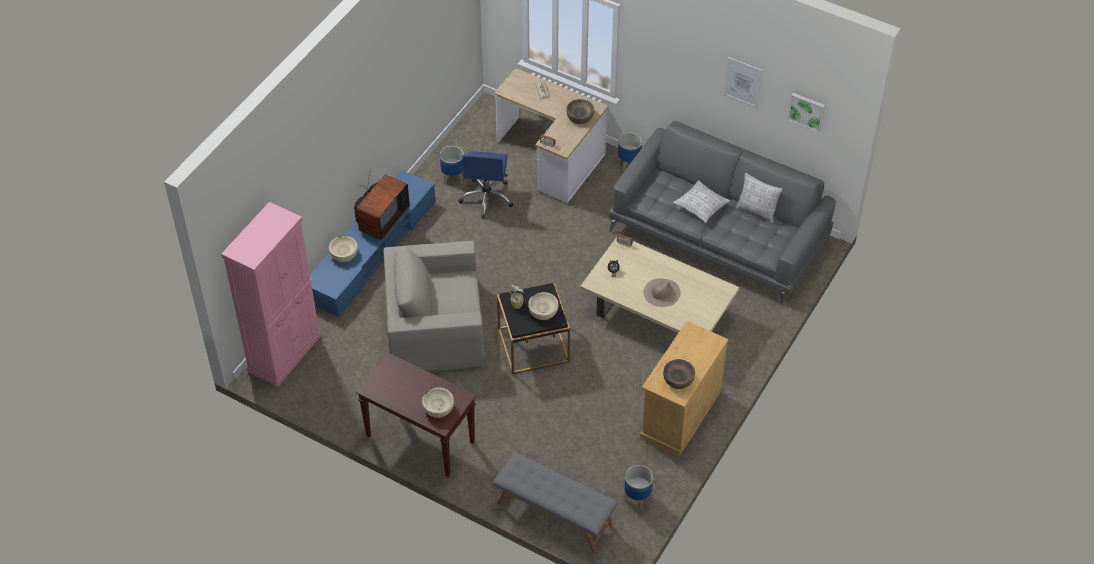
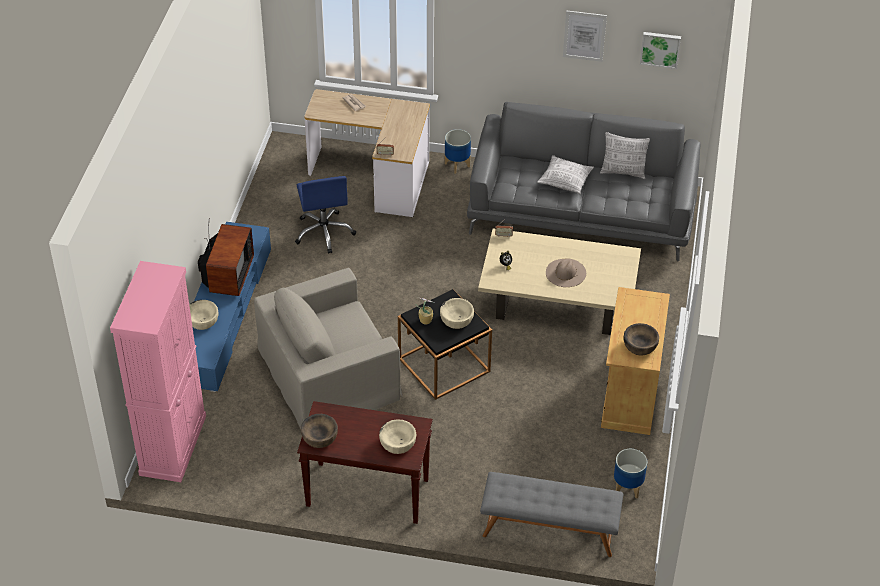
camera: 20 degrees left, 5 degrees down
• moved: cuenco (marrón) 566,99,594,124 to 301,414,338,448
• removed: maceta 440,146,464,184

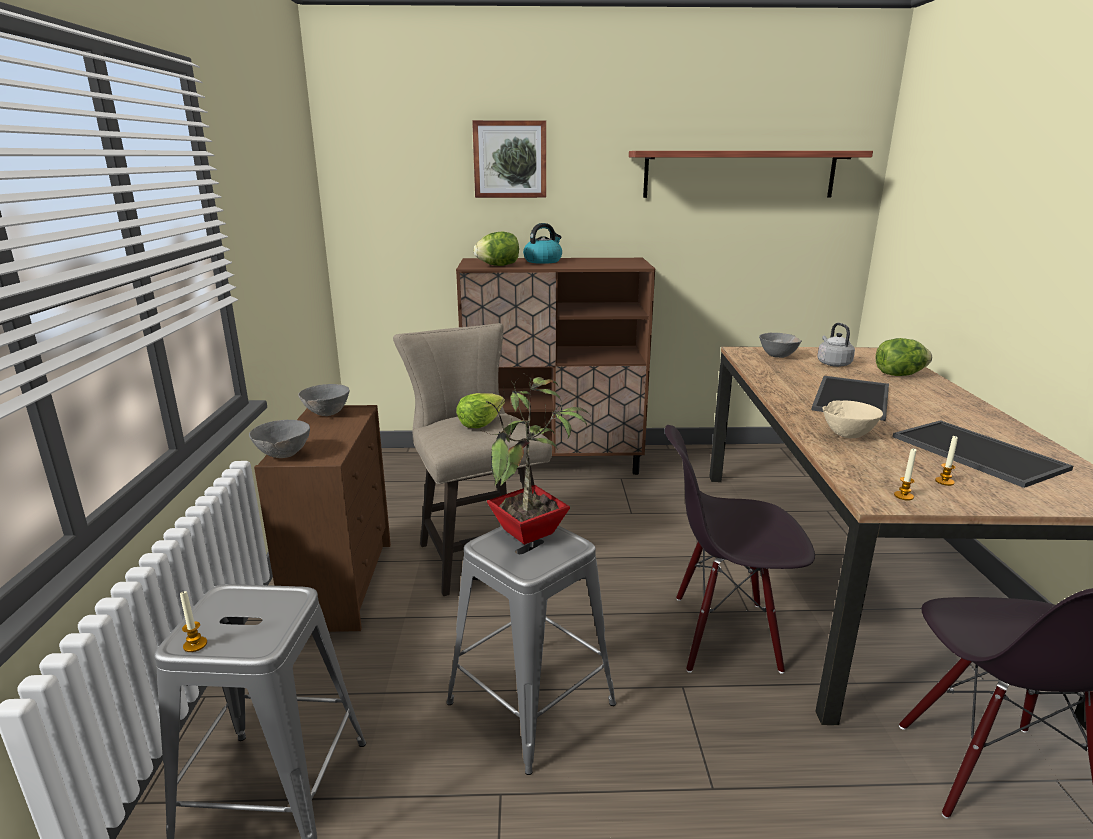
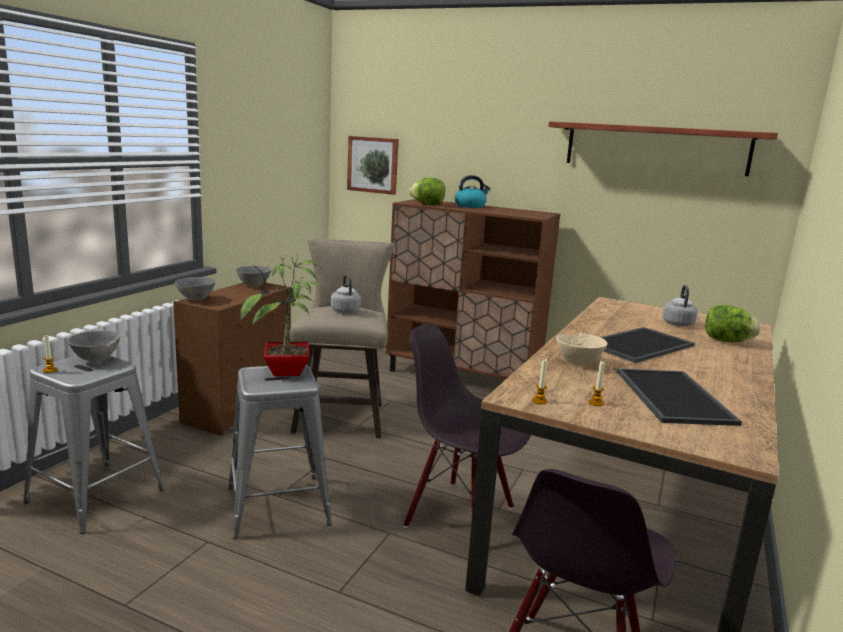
camera: 25 degrees right, 5 degrees down
• moved: cuenco (gris) 759,333,802,358 to 67,331,120,362
• replaced: lechuga 456,393,505,428 to hervidor (gris) 331,275,361,313
• moved: cuadro 472,120,546,198 to 347,136,399,195

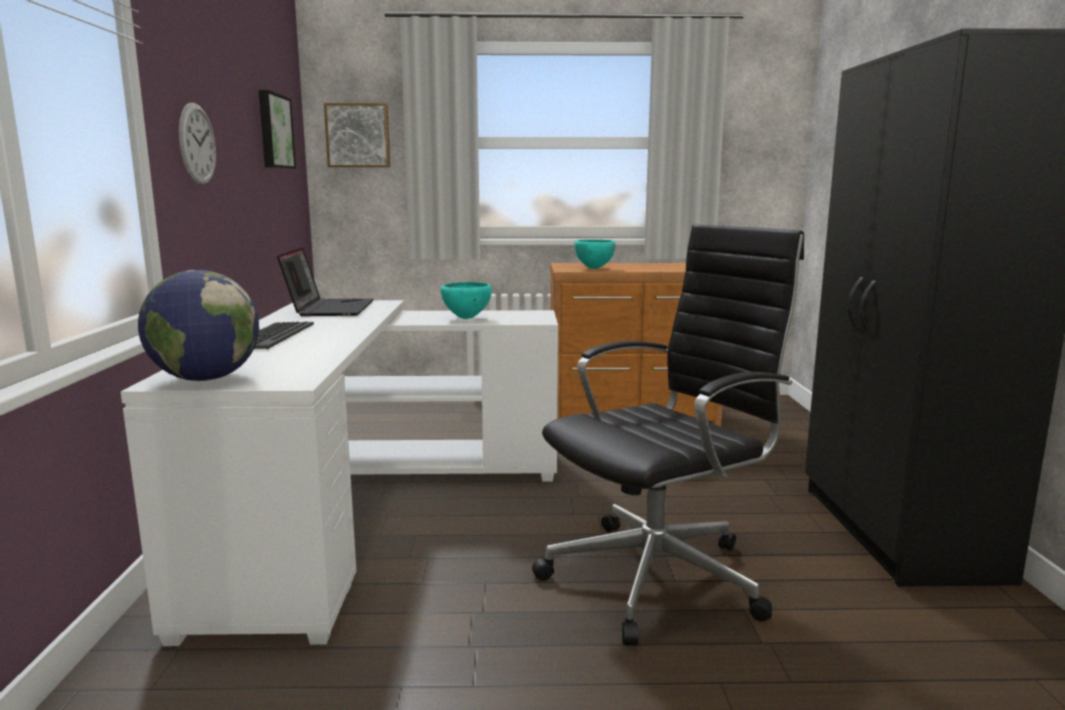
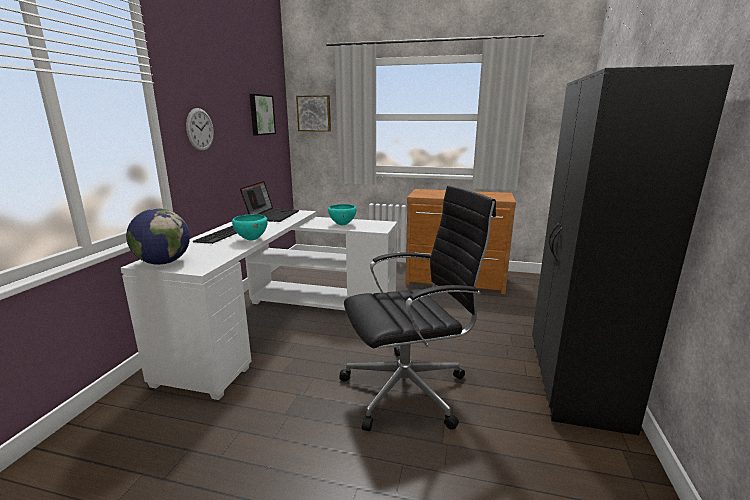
camera: 15 degrees right, 5 degrees up
• moved: cuenco (turquesa) 574,240,616,269 to 232,214,268,240

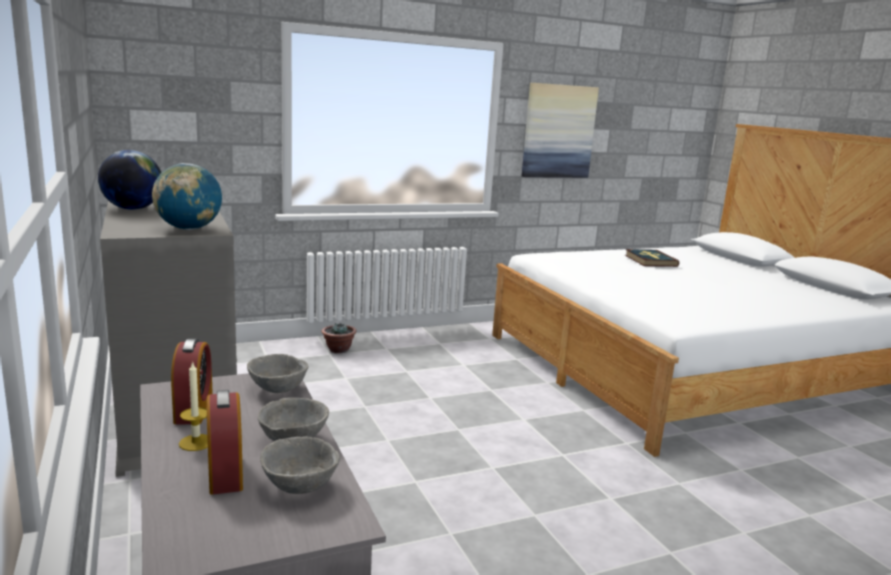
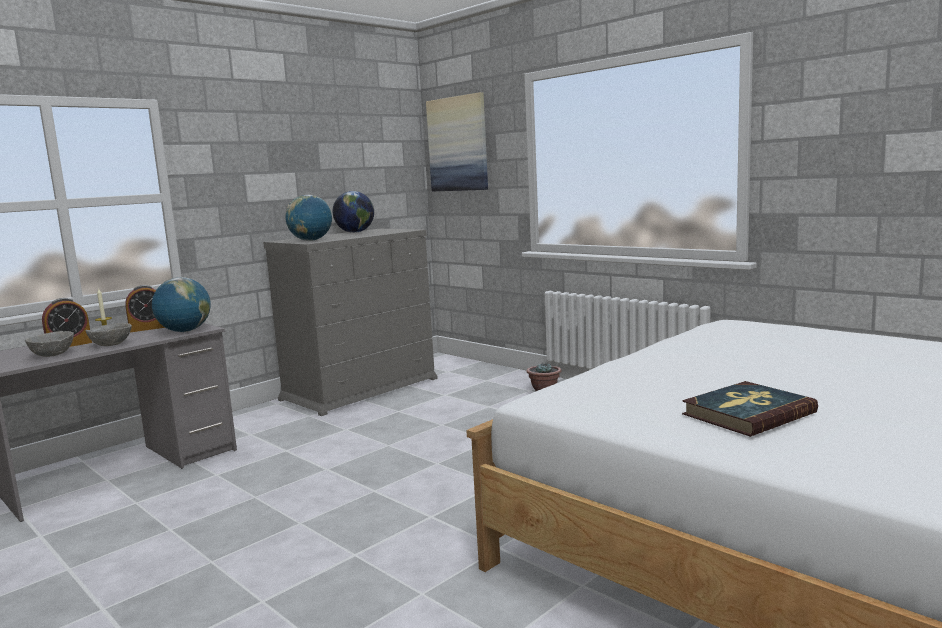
camera: 70 degrees right, 5 degrees down
• replaced: cuenco (gris) 247,354,309,393 to globo terráqueo 152,277,211,332
• moved: cuadro 522,83,599,178 to 426,92,488,192
• moved: libro 625,249,679,267 to 682,381,818,437

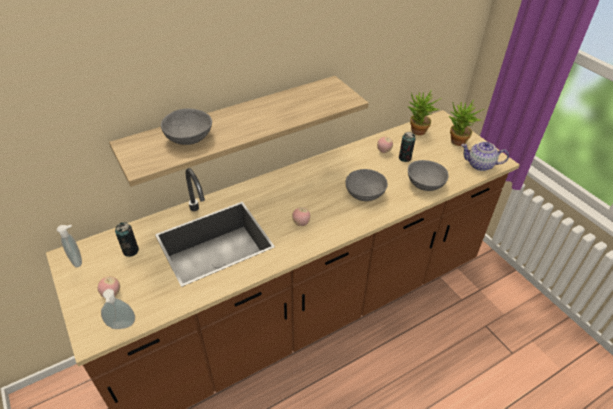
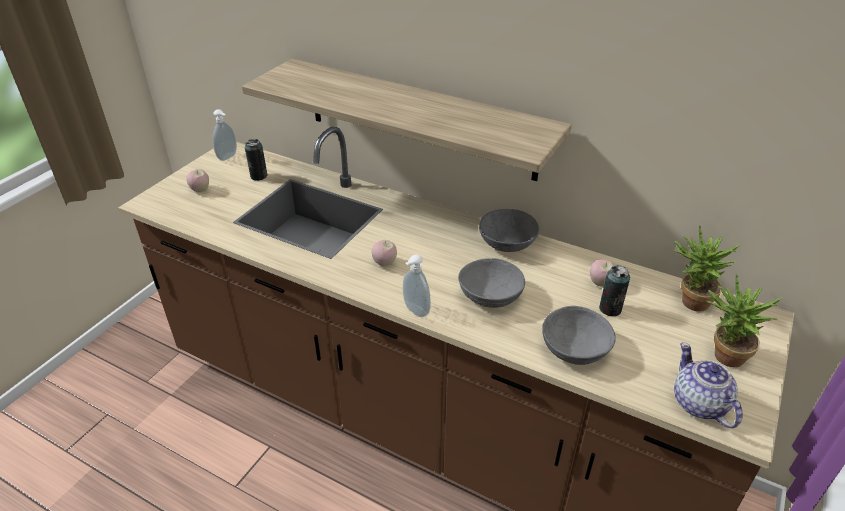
camera: 60 degrees right, 5 degrees down
• moved: dispensador de jabón 101,289,135,329 to 403,255,431,317
• moved: cuenco (gris) 161,108,212,145 to 479,209,539,252

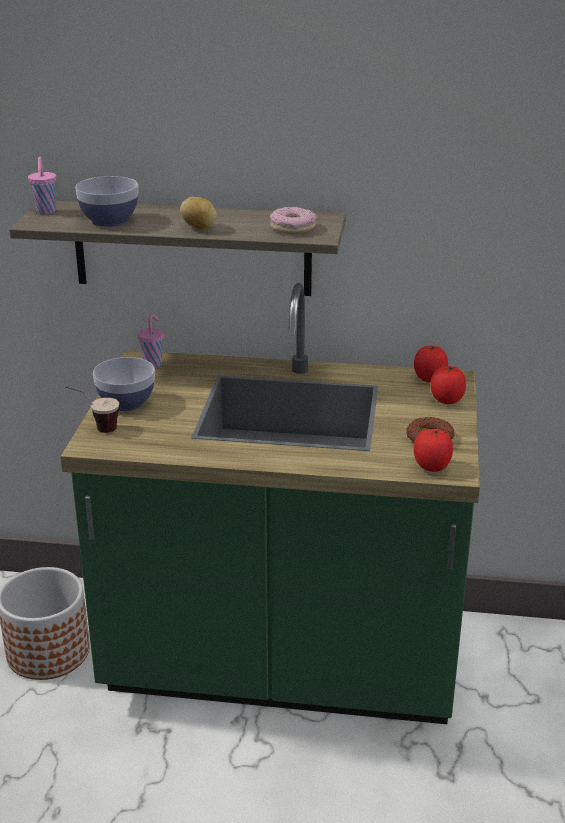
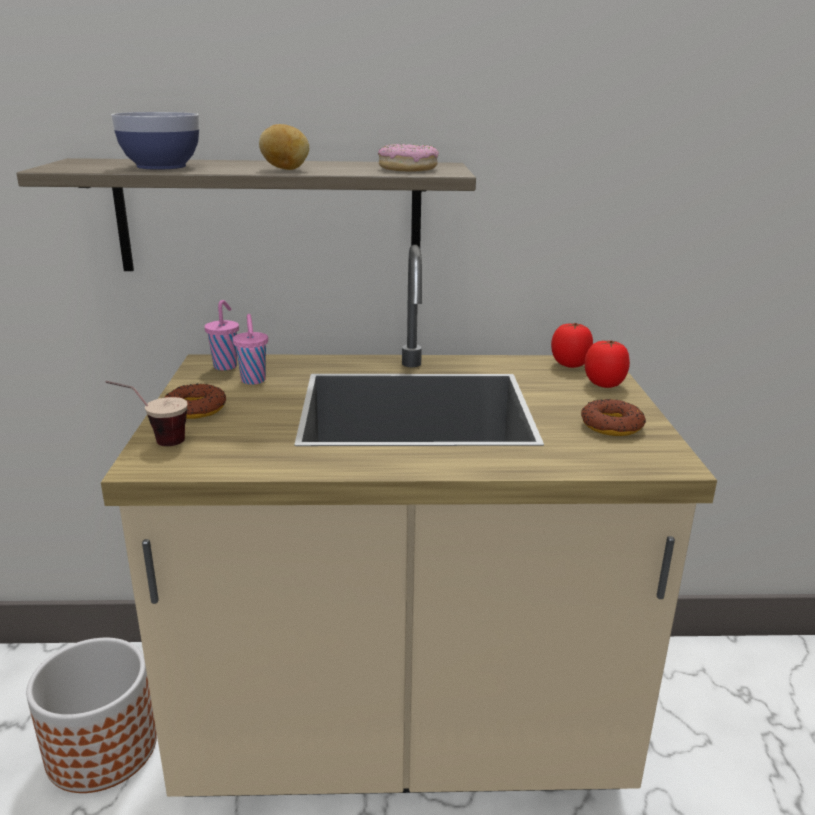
camera: 10 degrees left, 5 degrees down
• recoloured: mueble bajo de cocina (verde) 60,283,480,724 to mueble bajo de cocina (beis) 101,245,717,797
• replaced: cuenco 93,357,155,411 to rosquilla 164,384,226,419
• moved: taza (rosa) 28,157,56,214 to 232,314,268,385
• removed: tomate 413,429,453,472

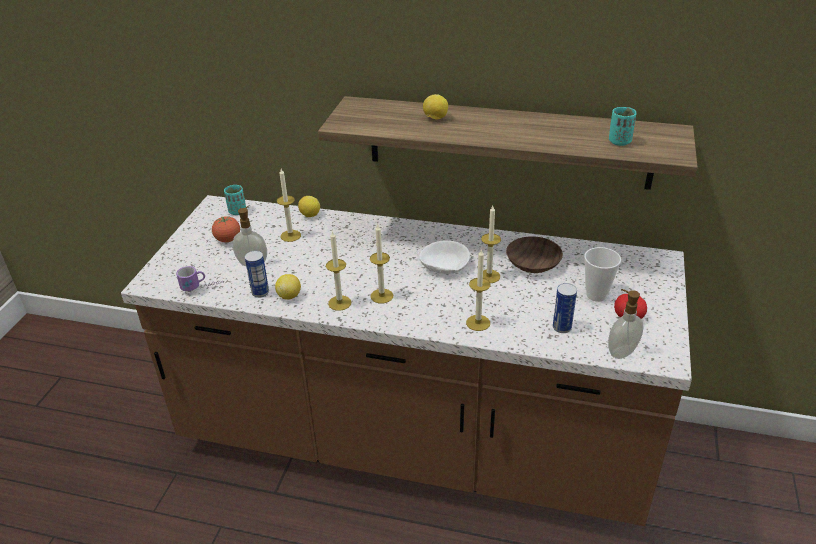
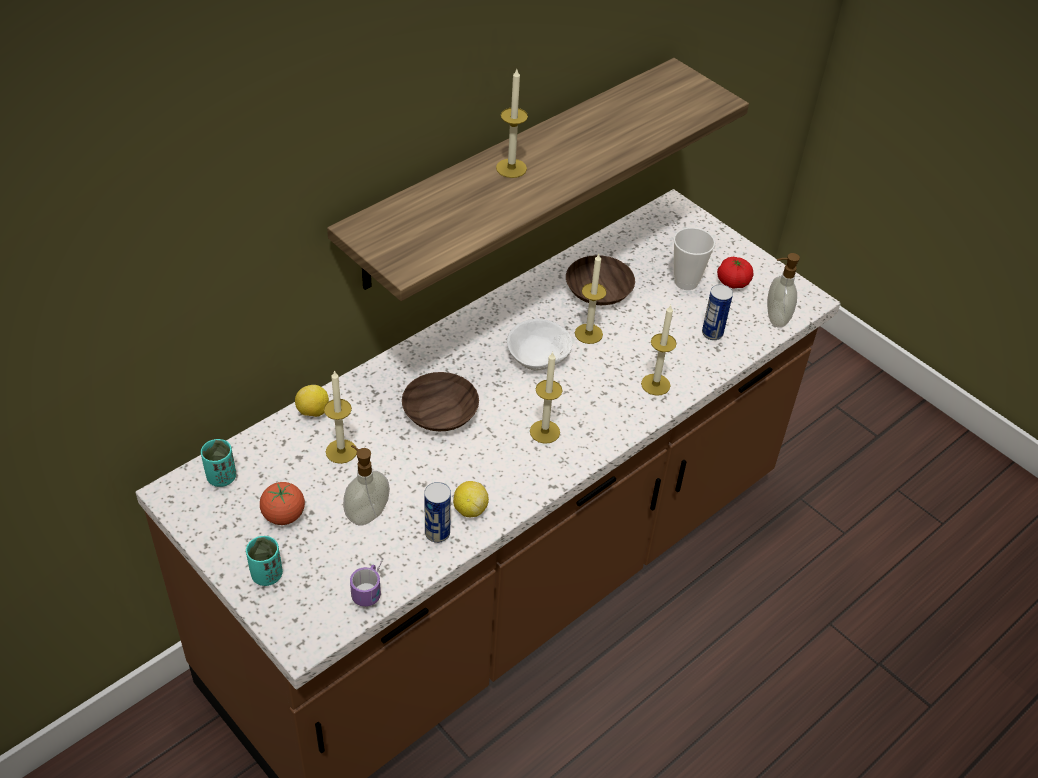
camera: 60 degrees left, 10 degrees up
• moved: taza (turquesa) 609,107,637,146 to 246,536,283,586
• added: cuenco (marrón) 402,372,479,431
• moved: vela 326,230,351,311 to 496,69,528,178
• removed: limón 423,94,448,120

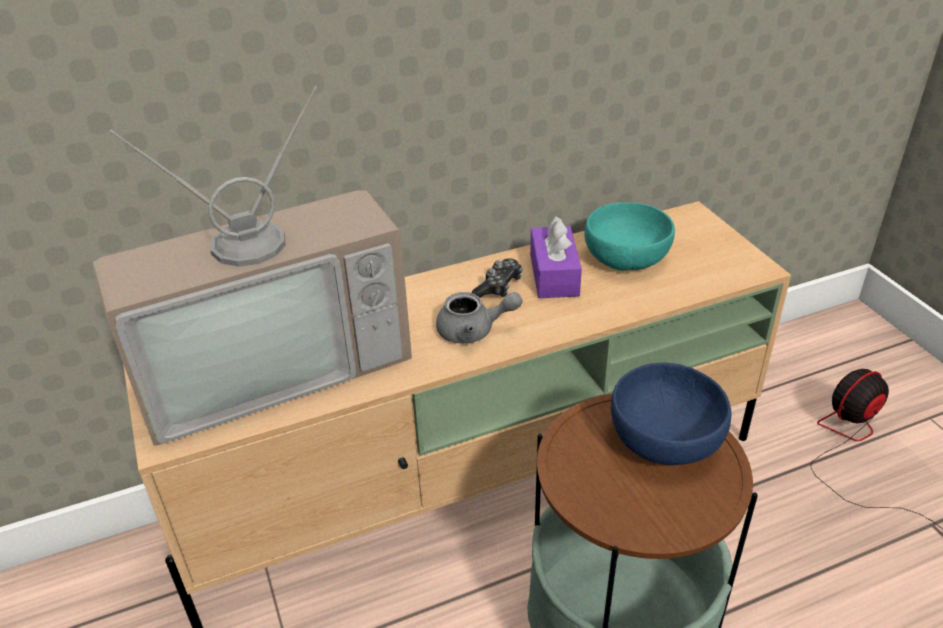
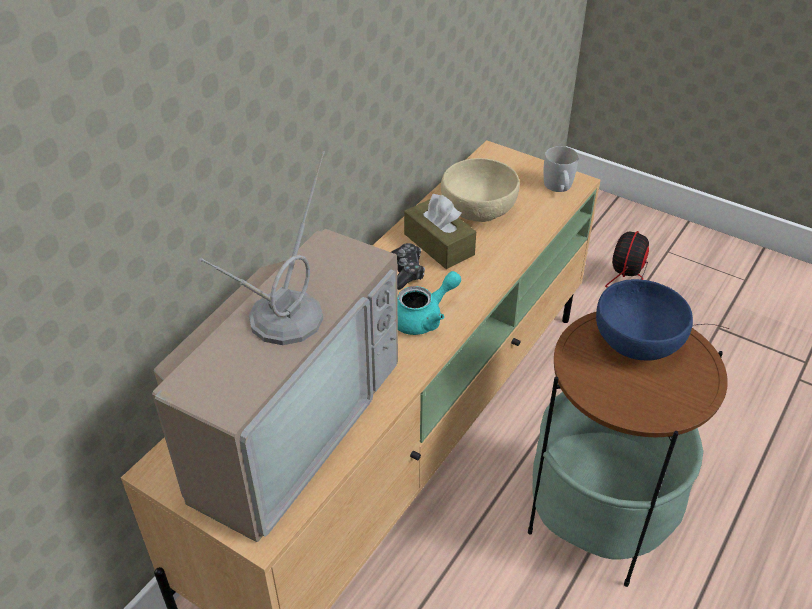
camera: 35 degrees left, 5 degrees up
• recoloured: tetera (gris) 436,292,523,344 to tetera (turquesa) 397,271,461,335
• recoloured: caja de pañuelos (morado) 530,217,582,298 to caja de pañuelos (marrón) 404,194,476,269
• recoloured: cuenco (turquesa) 584,202,675,270 to cuenco (beis) 441,158,520,222
• added: taza grande (blanco) 544,146,579,192

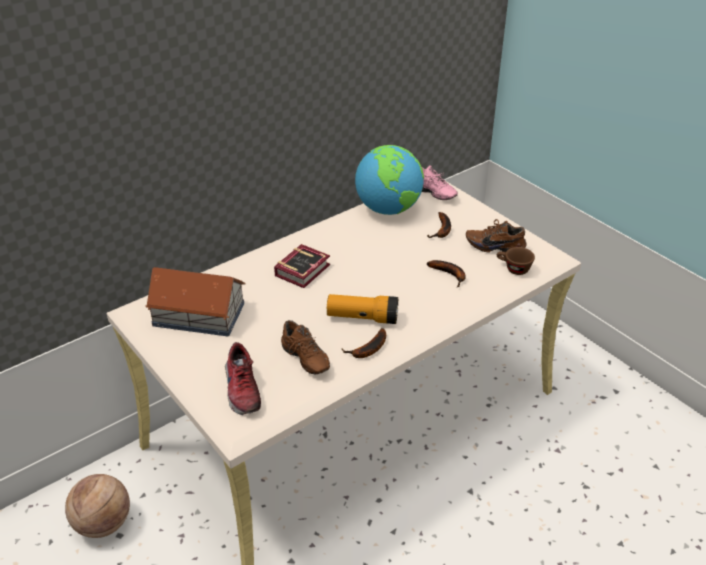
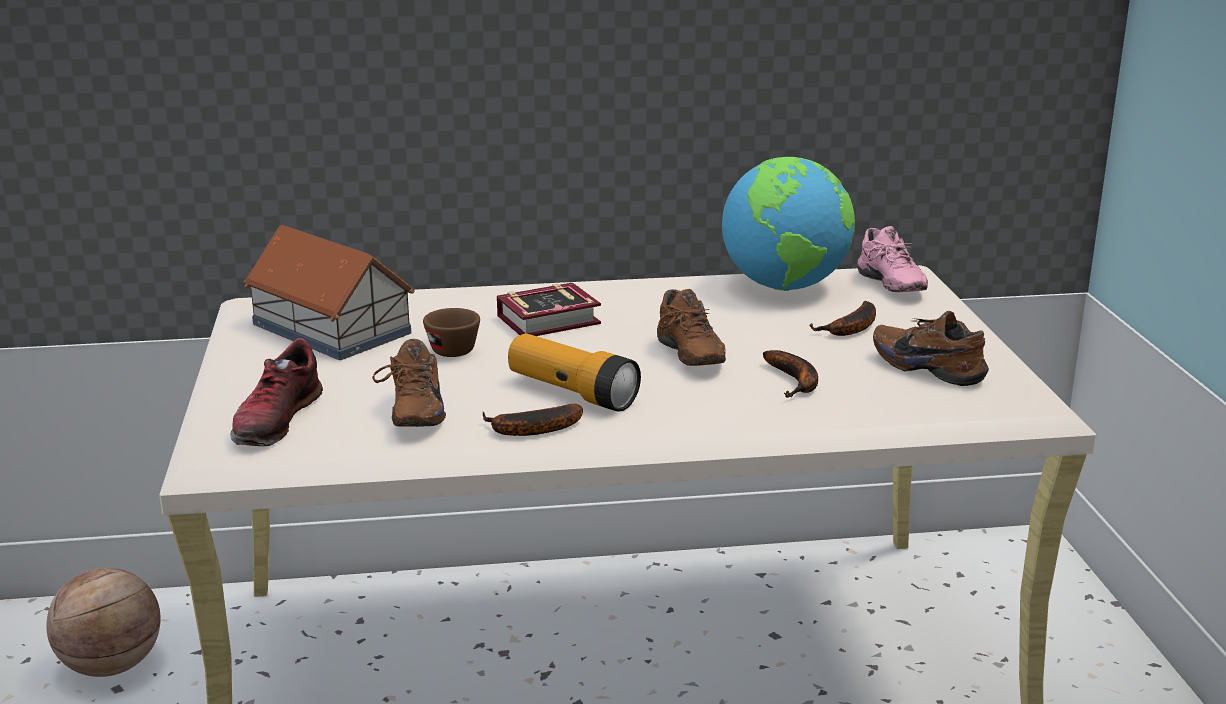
camera: 30 degrees right, 15 degrees down
• moved: taza (marrón) 497,247,535,275 to 423,308,480,357
• added: zapato (marrón) 657,289,726,366

